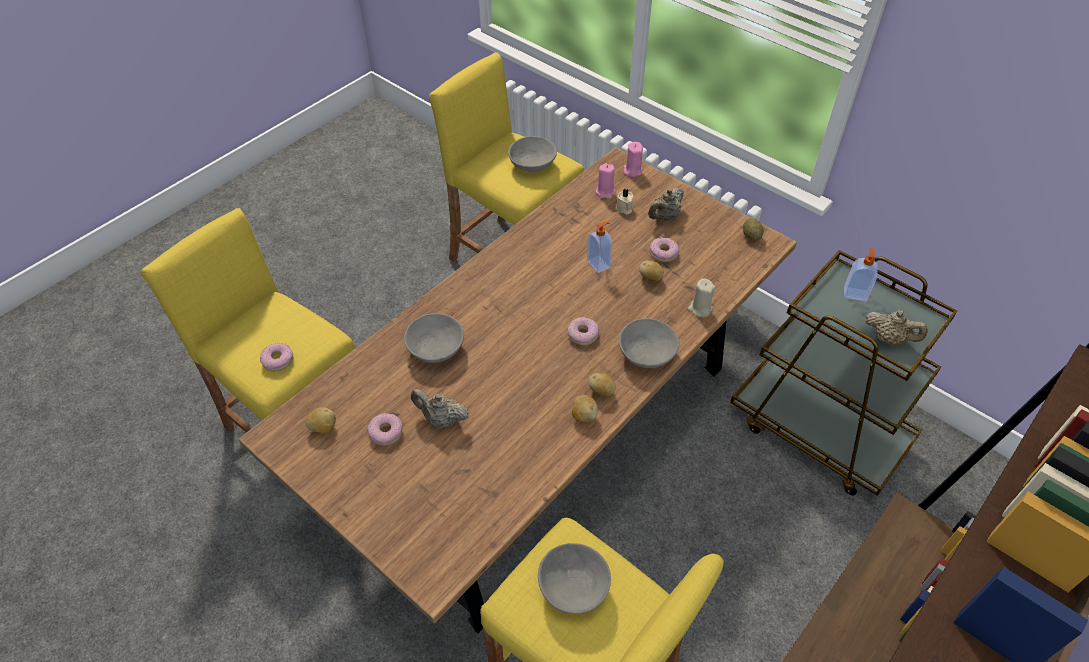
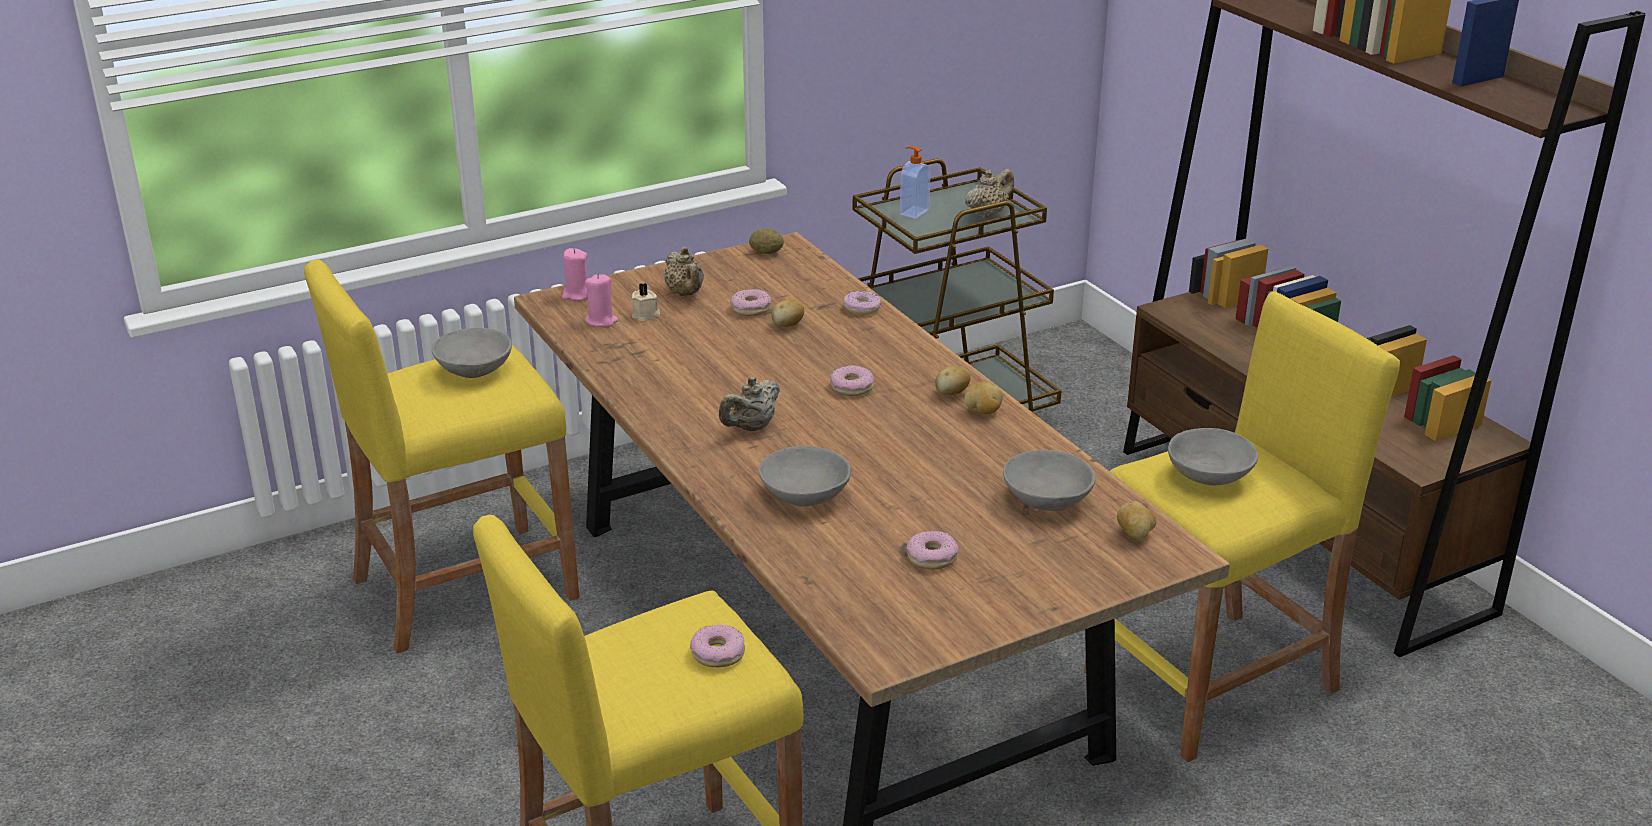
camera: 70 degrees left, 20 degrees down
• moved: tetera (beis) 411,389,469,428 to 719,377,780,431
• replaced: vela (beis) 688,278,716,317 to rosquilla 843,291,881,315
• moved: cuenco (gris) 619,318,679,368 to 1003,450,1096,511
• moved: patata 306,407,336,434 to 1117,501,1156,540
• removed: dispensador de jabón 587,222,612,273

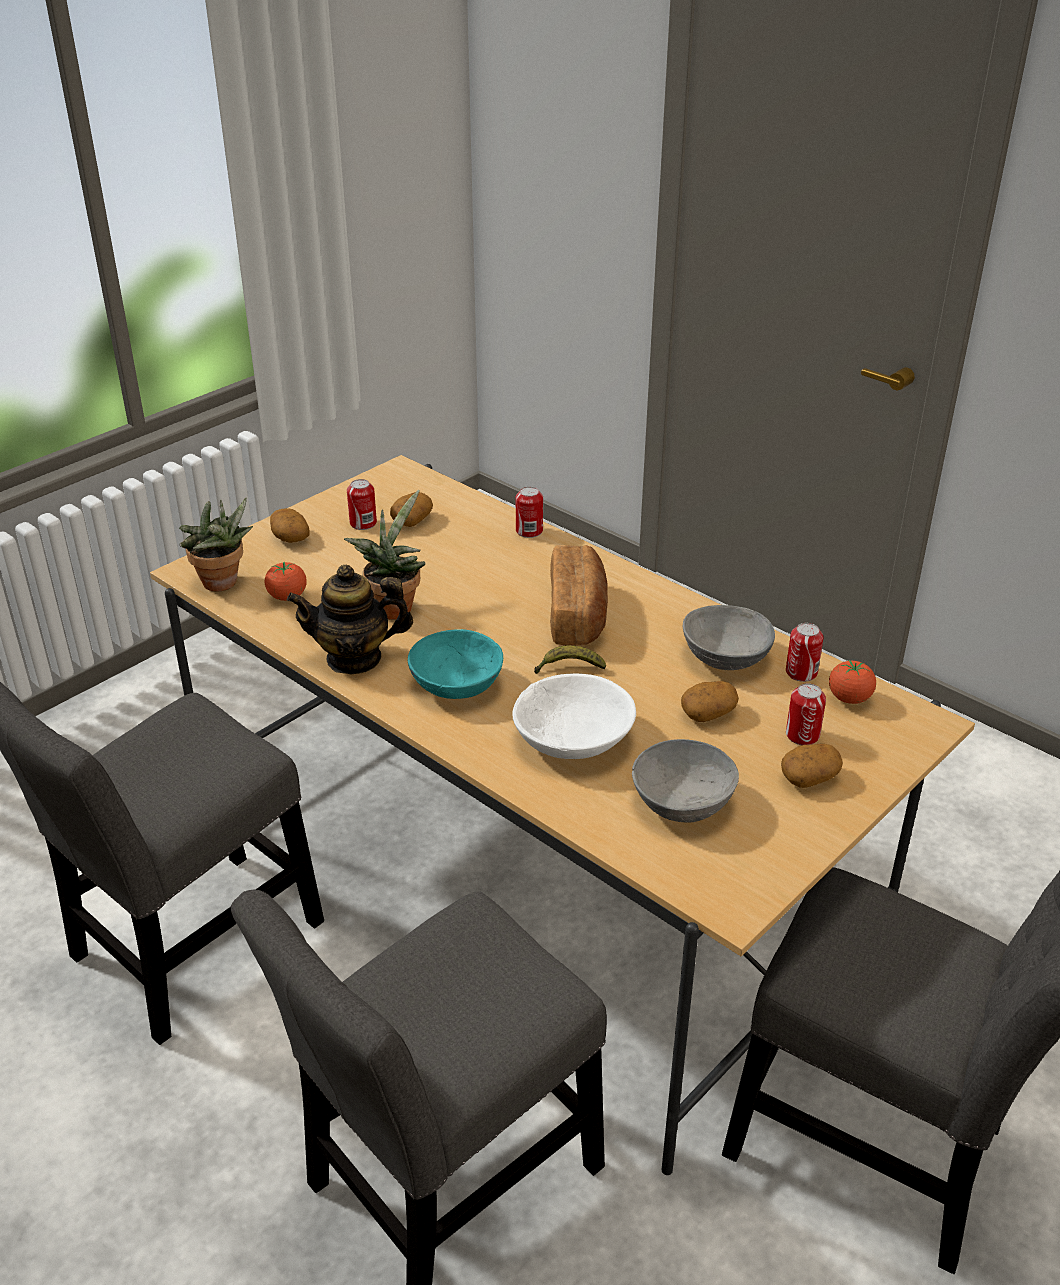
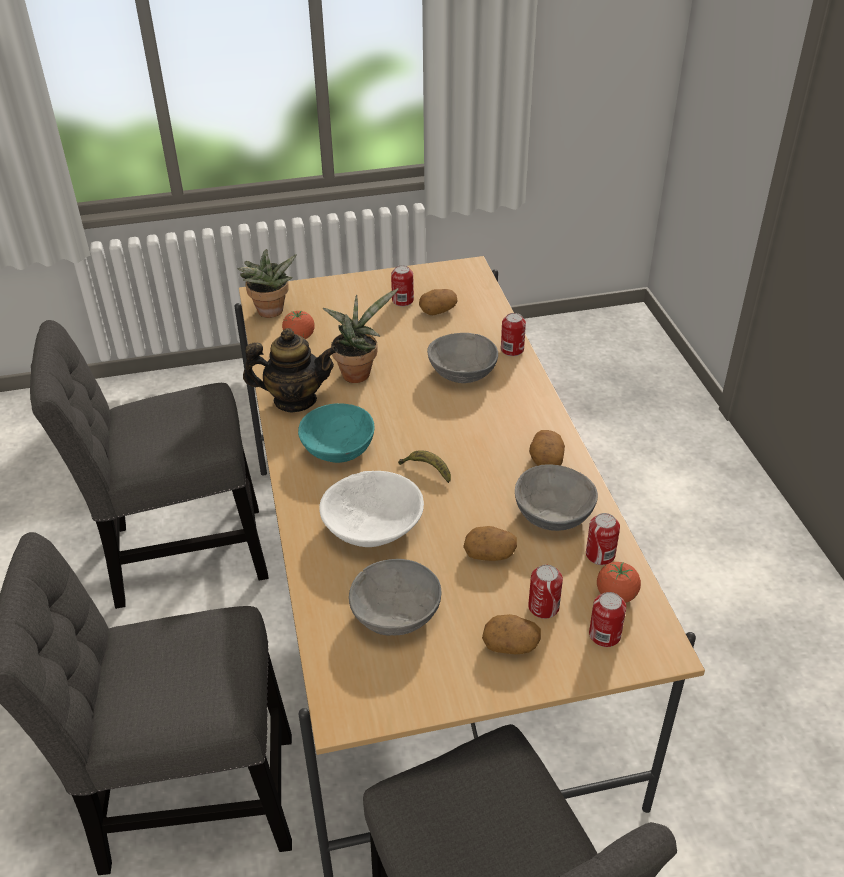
camera: 35 degrees right, 5 degrees up
• turned: tetera 287,565,413,674 = 243,328,338,412 150 degrees clockwise
• added: cuenco (gris) 427,333,498,383
• moved: patata 270,508,310,543 to 529,430,565,466
• added: lata 589,592,626,647
• removed: pan 550,545,608,646

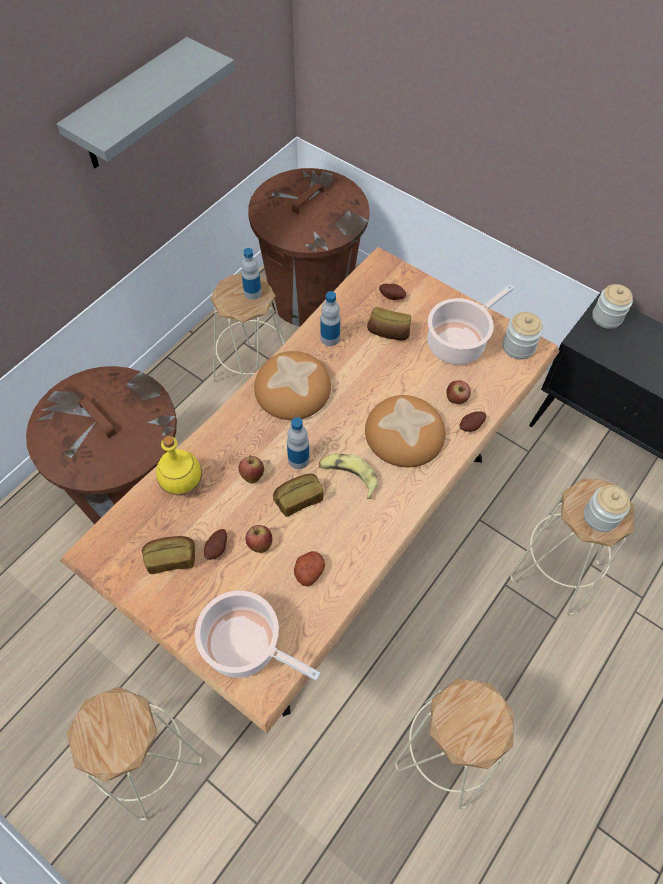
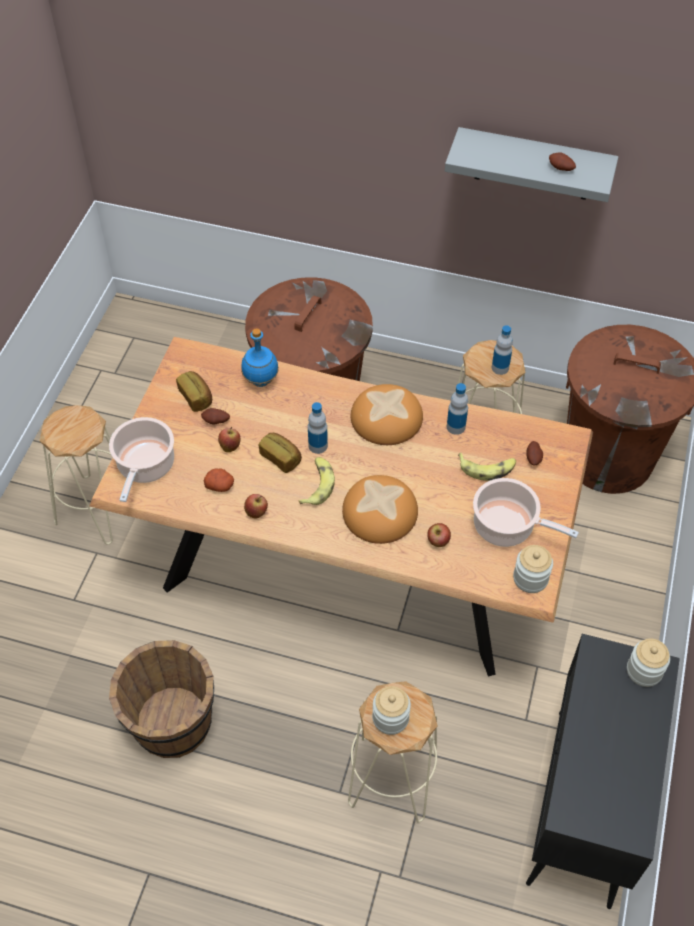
camera: 70 degrees right, 5 degrees down
• replaced: taburete (beis) 395,678,515,809 to cubo (marrón) 109,640,214,758
• recoloured: botella (amarillo) 156,436,202,496 to botella (azul) 241,328,279,387
• moved: manzana 239,455,264,484 to 244,494,268,518
• replaced: pan 367,307,411,341 to plátano 458,452,516,481
• moved: patata 460,411,486,432 to 549,153,576,171

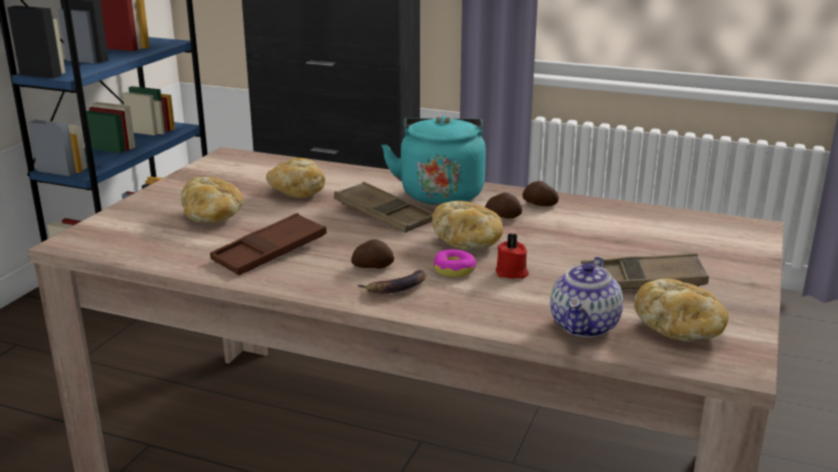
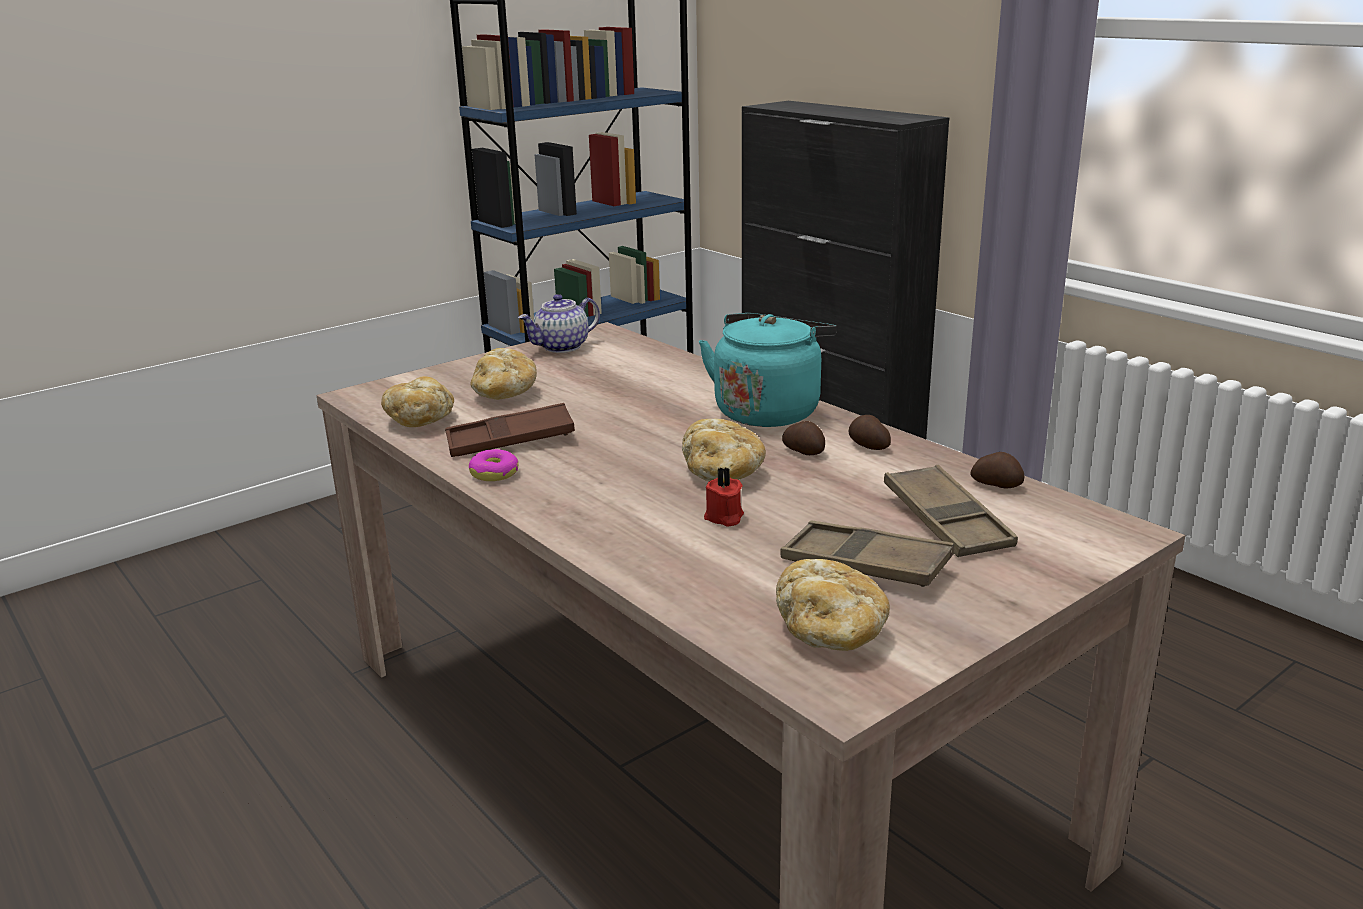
camera: 30 degrees right, 0 degrees up
• moved: pan 266,158,326,198 to 381,376,454,427
• moved: rosquilla 434,249,476,277 to 469,449,519,481
• moved: tetera 550,257,623,337 to 518,294,600,353
• moved: bandeja (marrón) 334,182,433,233 to 884,465,1018,557
• moved: patata 351,239,394,269 to 970,452,1024,488
• removed: plátano 358,270,426,294

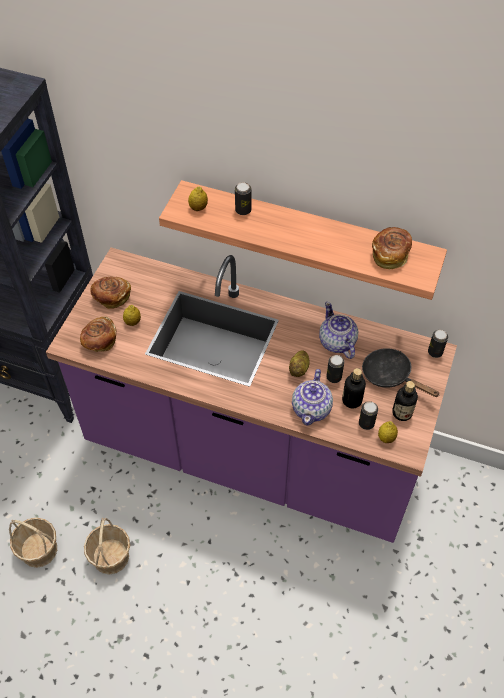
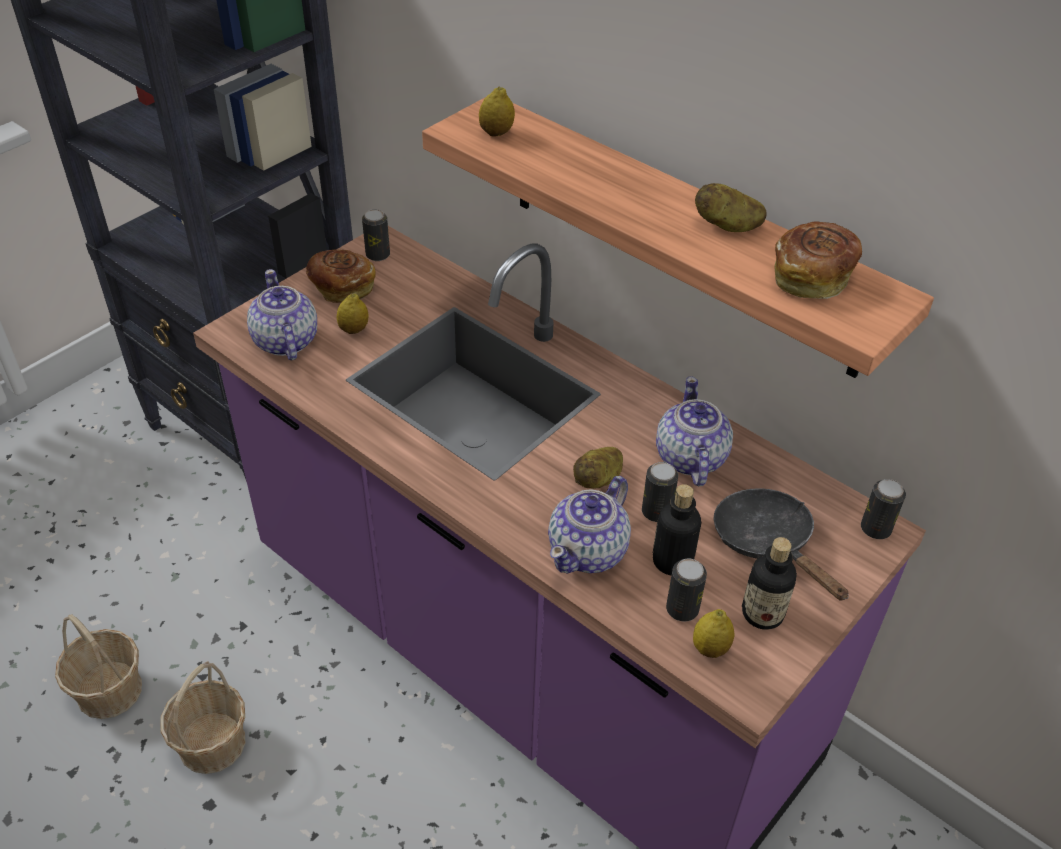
camera: 20 degrees right, 10 degrees down
• replaced: pan 80,316,117,352 to tetera 247,269,317,360
• moved: lata 235,182,251,215 to 362,209,390,261
• added: patata 695,183,767,232

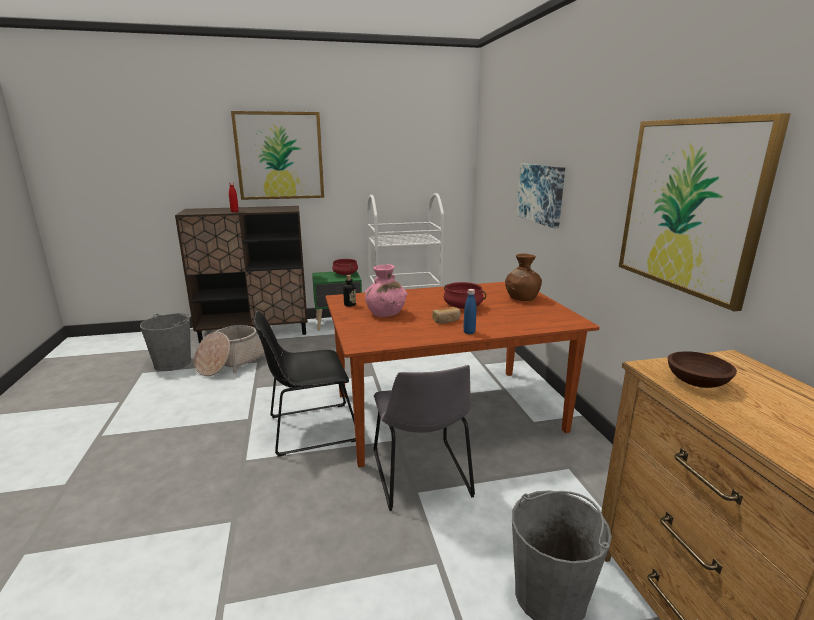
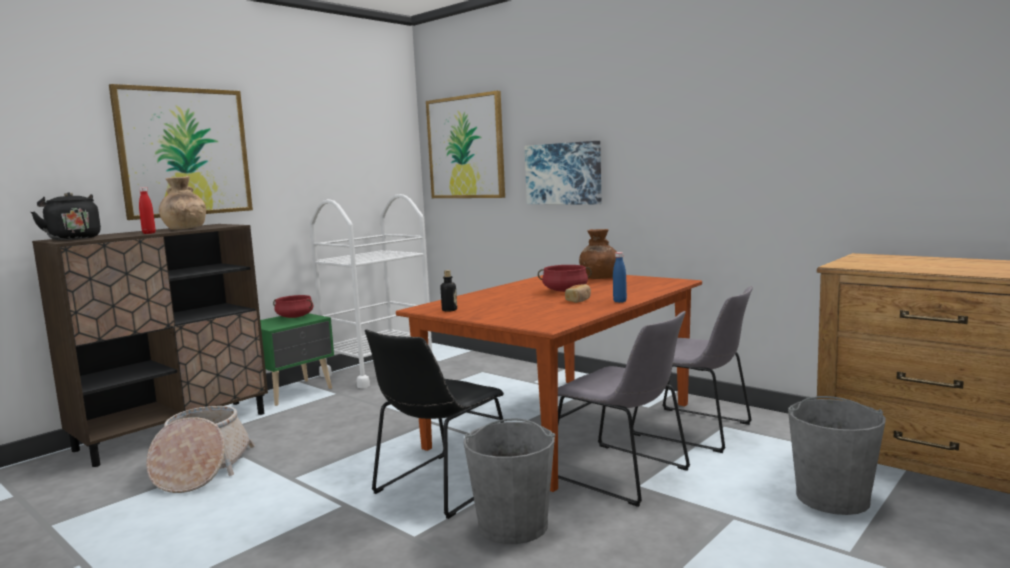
camera: 35 degrees left, 10 degrees down
• added: hervidor (negro) 31,192,101,240
• added: florero (marrón) 159,176,206,229
• moved: cuadro 619,113,791,311 to 426,91,505,198
• moved: cubo (gris) 140,313,191,371 to 464,418,555,544
• added: silla (gris) 632,286,753,453
• removed: florero (rosa) 365,264,408,317
• removed: cuenco (marrón) 668,351,737,388

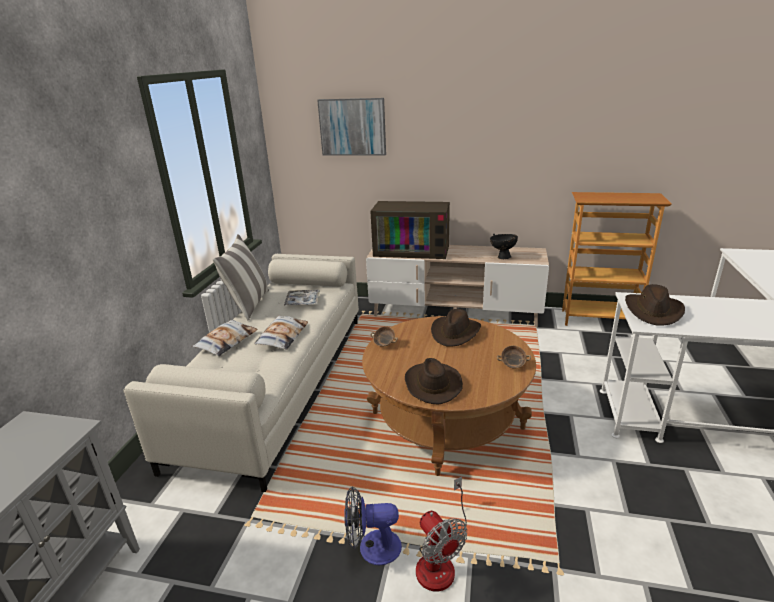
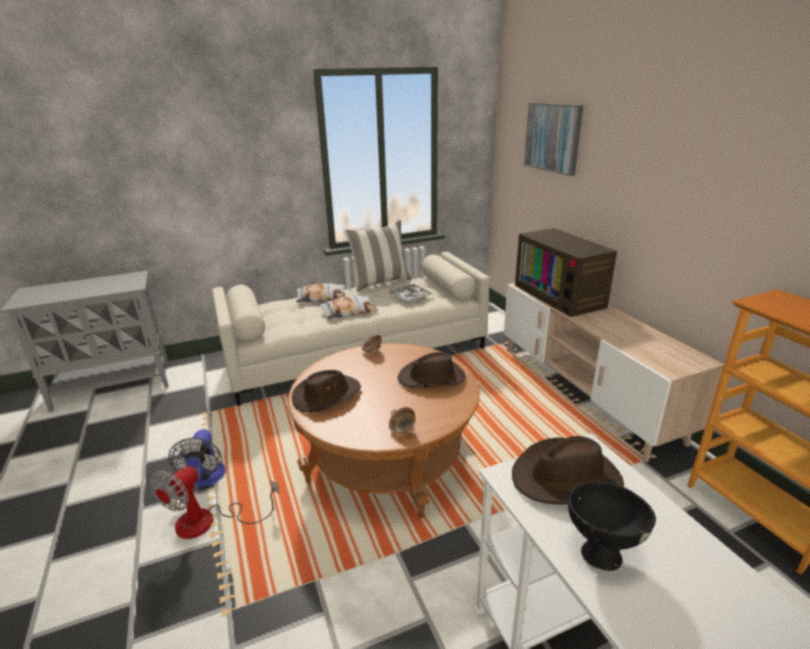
camera: 55 degrees right, 0 degrees up
• turned: ventilador 344,486,402,565 = 168,429,226,487 150 degrees counterclockwise
• moved: cuenco (negro) 490,234,518,259 to 568,478,656,571

